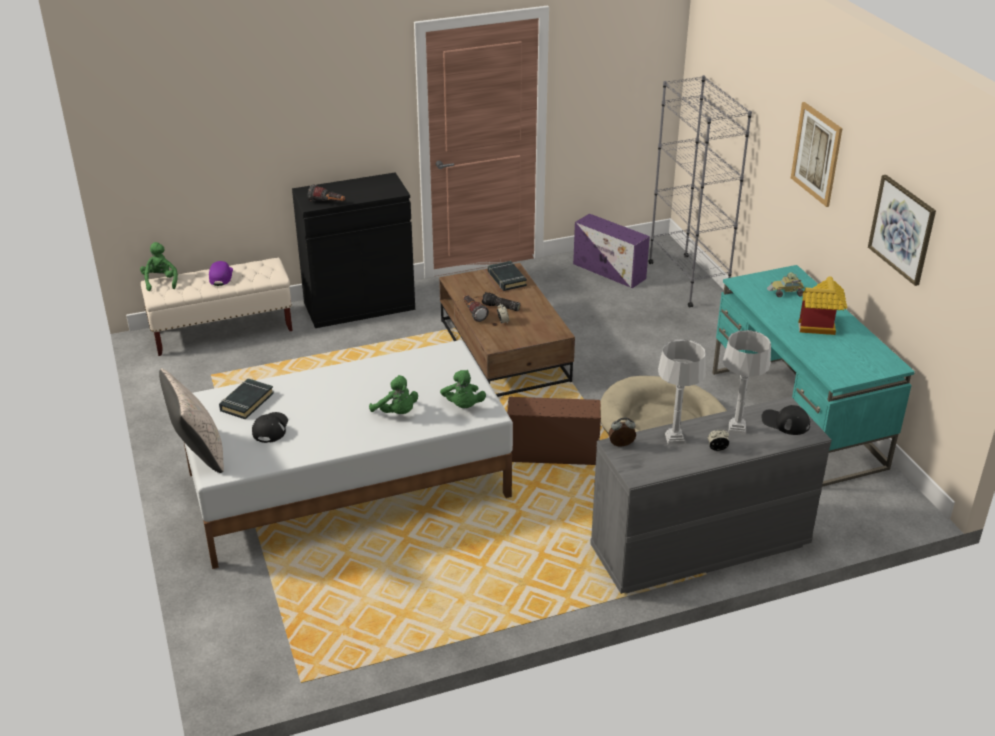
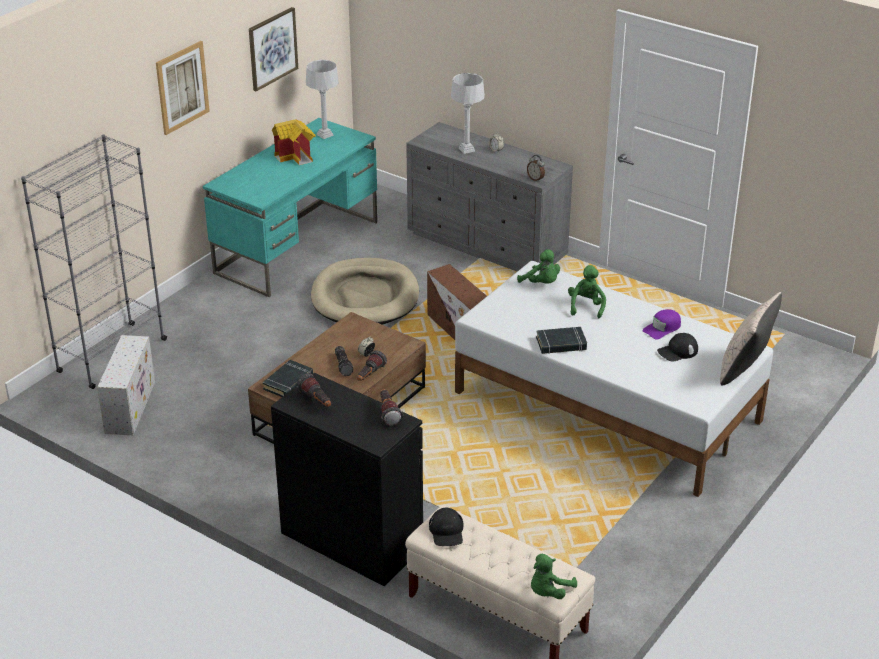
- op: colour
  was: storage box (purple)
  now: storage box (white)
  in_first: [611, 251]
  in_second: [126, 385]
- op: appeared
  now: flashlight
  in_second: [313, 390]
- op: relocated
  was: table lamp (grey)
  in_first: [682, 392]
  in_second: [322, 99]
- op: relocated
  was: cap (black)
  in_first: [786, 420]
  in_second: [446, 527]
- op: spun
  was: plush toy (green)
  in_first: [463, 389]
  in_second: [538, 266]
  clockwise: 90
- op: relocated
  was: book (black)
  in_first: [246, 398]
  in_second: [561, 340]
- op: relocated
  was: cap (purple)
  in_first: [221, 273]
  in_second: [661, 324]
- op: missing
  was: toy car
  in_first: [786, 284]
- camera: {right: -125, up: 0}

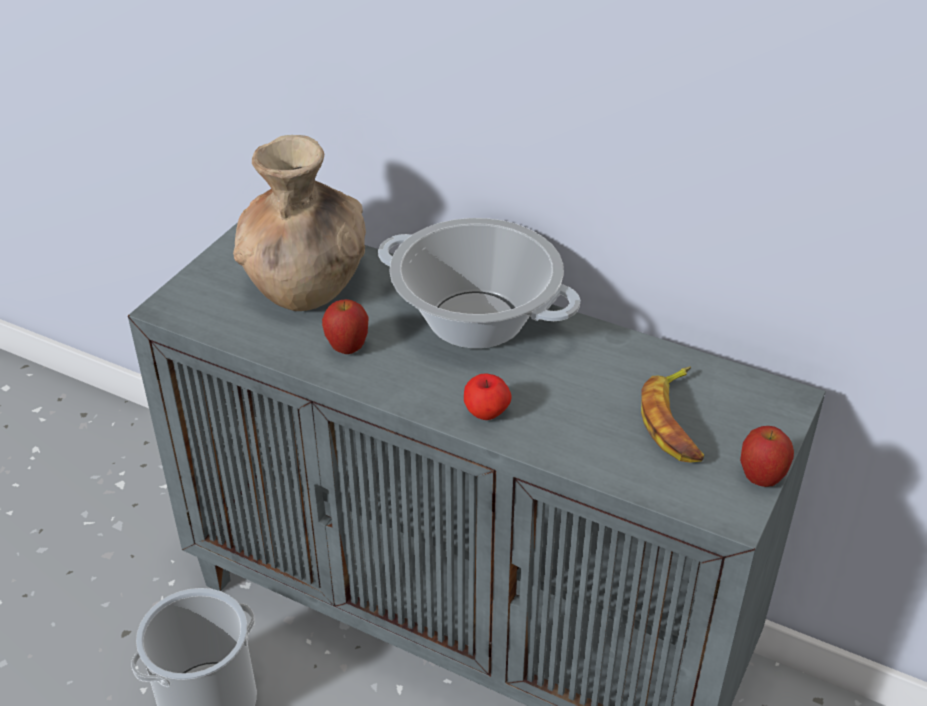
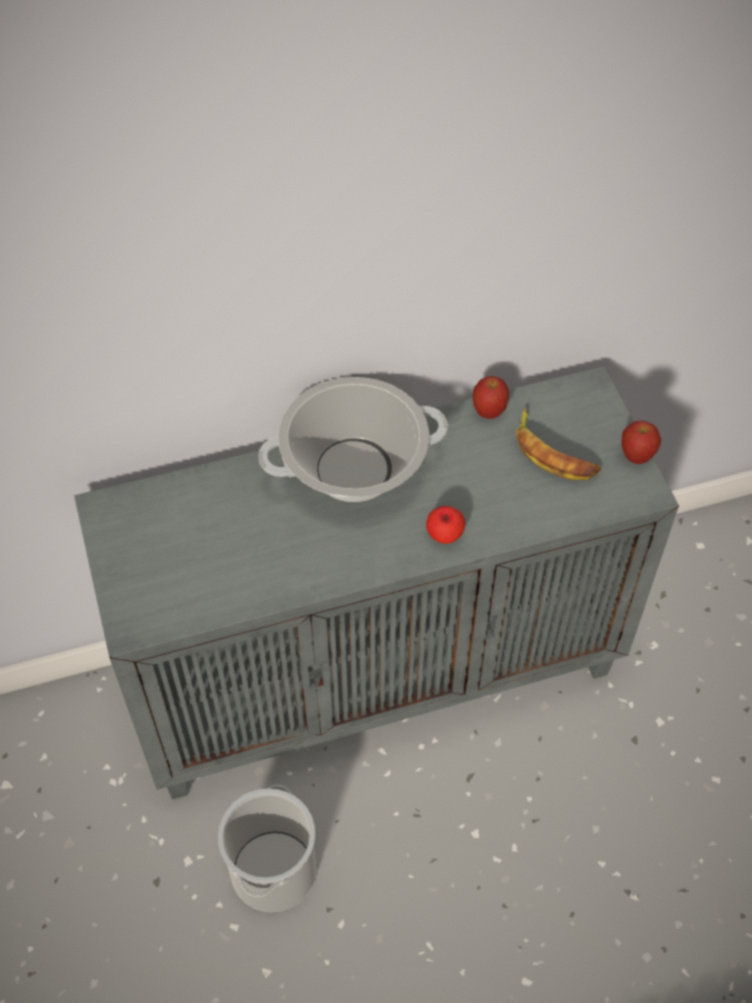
- op: relocated
  was: apple
  in_first: [345, 326]
  in_second: [491, 397]
- op: missing
  was: vase (brown)
  in_first: [299, 223]
- camera: {right: -45, up: 15}

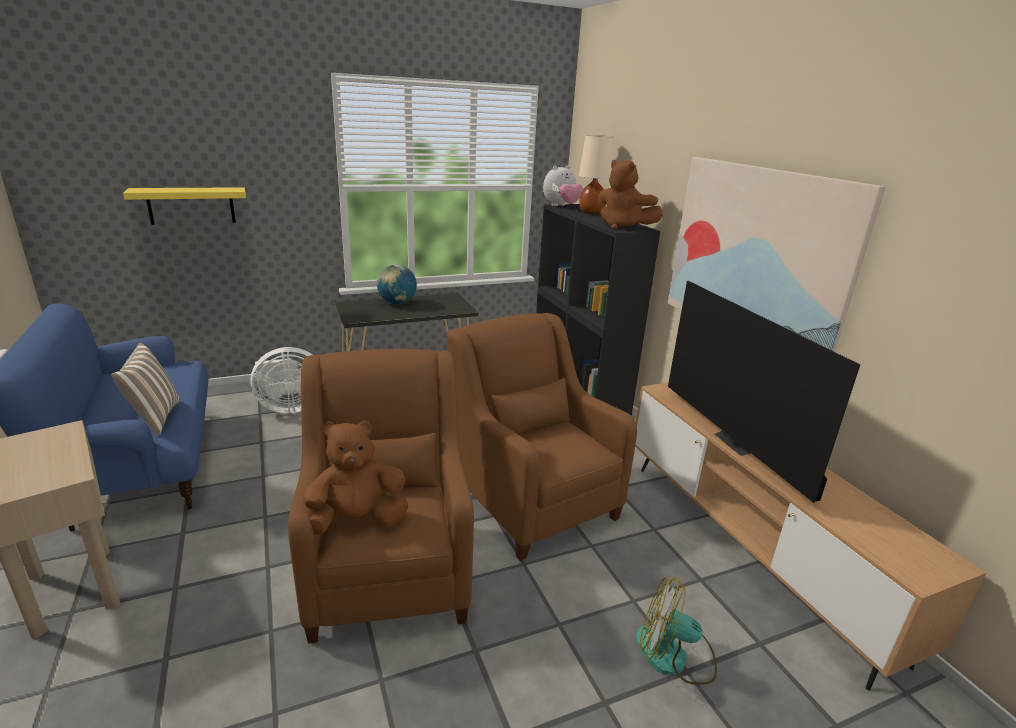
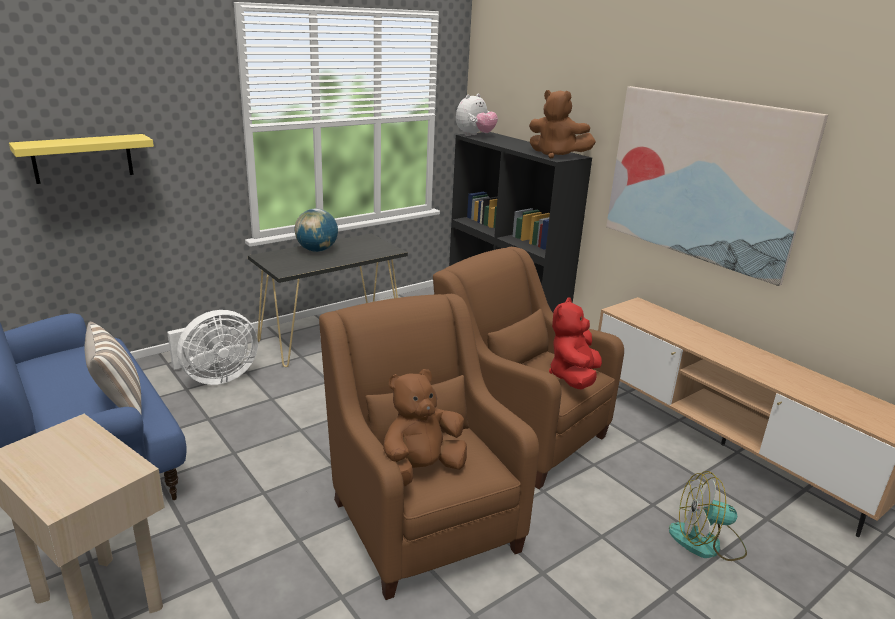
- op: appeared
  now: plush toy (red)
  in_second: [575, 343]
- op: missing
  was: table lamp (beige)
  in_first: [596, 174]
- op: missing
  was: television
  in_first: [764, 392]
- camera: {right: -15, up: 0}

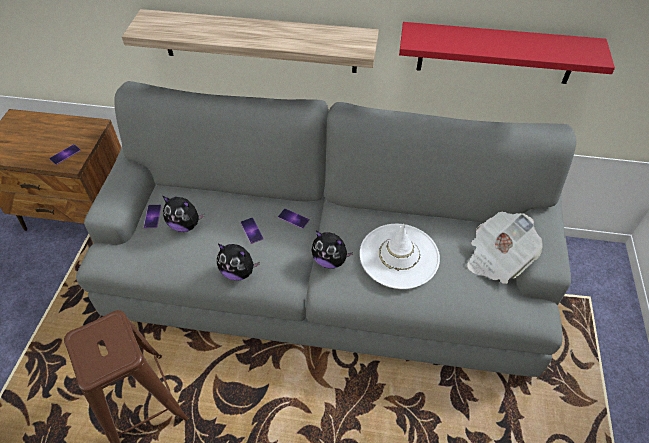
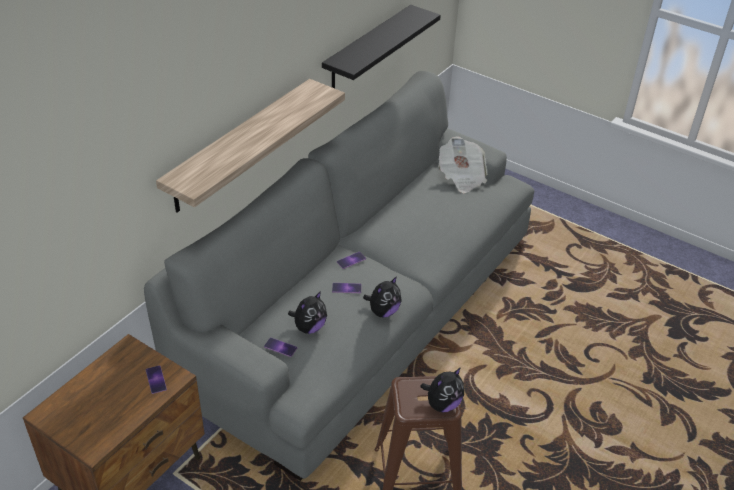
- op: colour
  was: shelf (red)
  now: shelf (black)
  in_first: [507, 53]
  in_second: [381, 46]
- op: relocated
  was: plush toy
  in_first: [332, 250]
  in_second: [442, 389]
- op: missing
  was: hat (white)
  in_first: [400, 256]
- camera: {right: -65, up: -10}

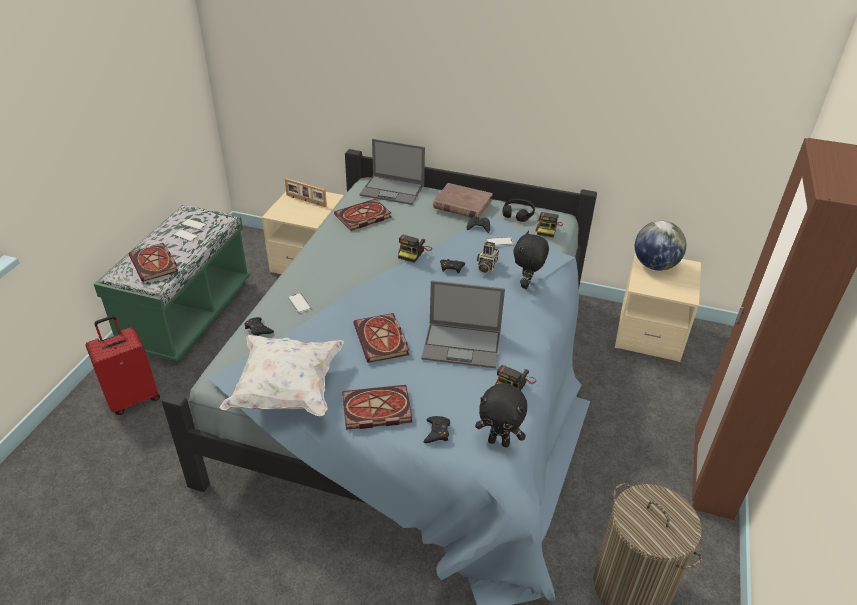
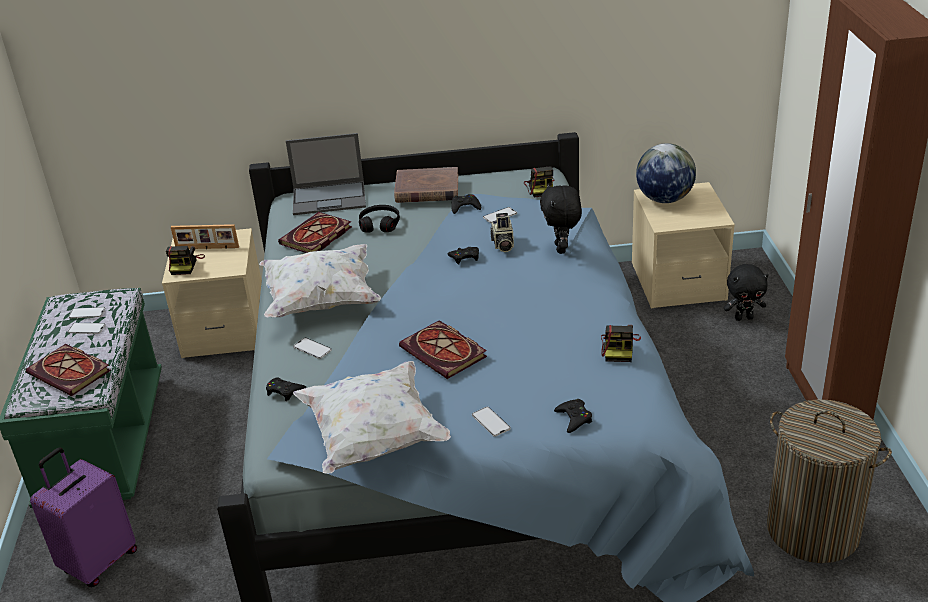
- op: colour
  was: suitcase (red)
  now: suitcase (purple)
  in_first: [123, 365]
  in_second: [83, 517]
- op: relocated
  was: photo camera
  in_first: [415, 249]
  in_second: [185, 260]
- op: appeared
  now: pillow (white)
  in_second: [320, 280]
- op: relocated
  was: headphones (black)
  in_first: [519, 210]
  in_second: [379, 219]
- op: exchanged
  was: book
  now: phone
  in_first: [377, 407]
  in_second: [491, 422]
- op: relocated
  was: plush toy (black)
  in_first: [501, 415]
  in_second: [746, 292]
- op: missing
  was: laptop
  in_first: [463, 324]
- camera: {right: -20, up: -5}

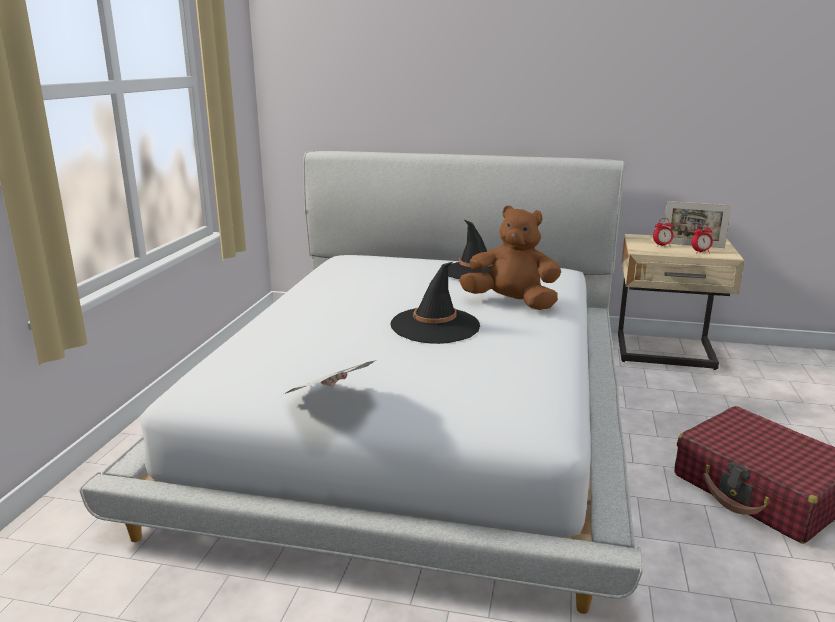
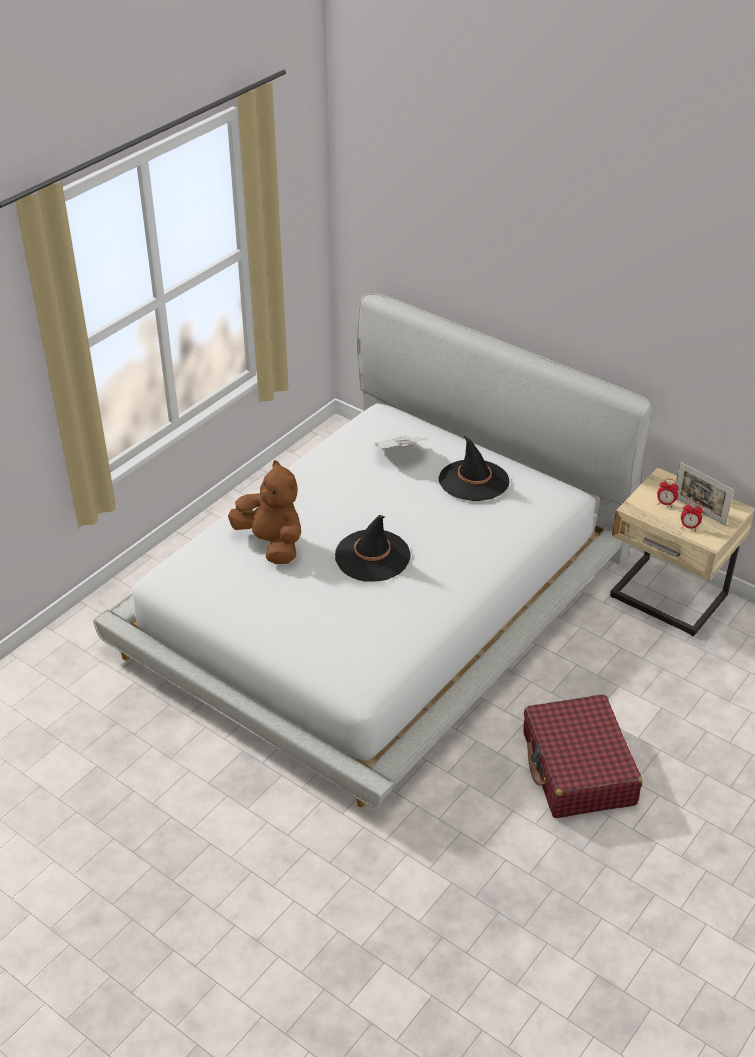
- op: relocated
  was: plush toy (brown)
  in_first: [510, 257]
  in_second: [264, 512]
- op: relocated
  was: newspaper
  in_first: [330, 377]
  in_second: [400, 441]
- camera: {right: 25, up: 20}

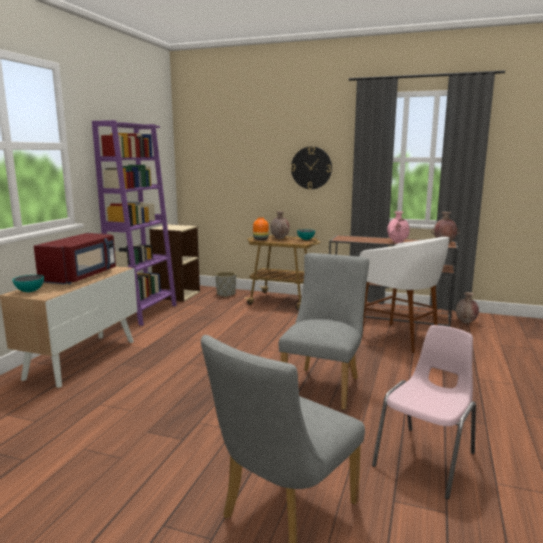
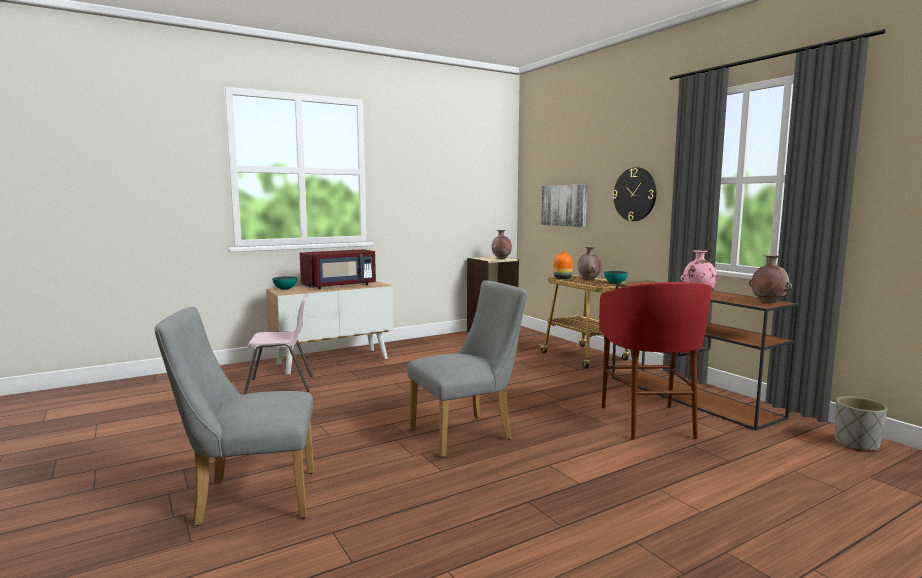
- op: relocated
  was: chair (pink)
  in_first: [424, 412]
  in_second: [278, 344]
- op: relocated
  was: vase (brown)
  in_first: [467, 308]
  in_second: [502, 244]
- op: appeared
  now: picture
  in_second: [564, 205]
- op: colour
  was: stool (white)
  now: stool (red)
  in_first: [404, 295]
  in_second: [655, 361]
- op: relocated
  was: planter (grey)
  in_first: [225, 284]
  in_second: [861, 423]
- op: missing
  was: bookcase (purple)
  in_first: [134, 223]
- camera: {right: 40, up: -5}

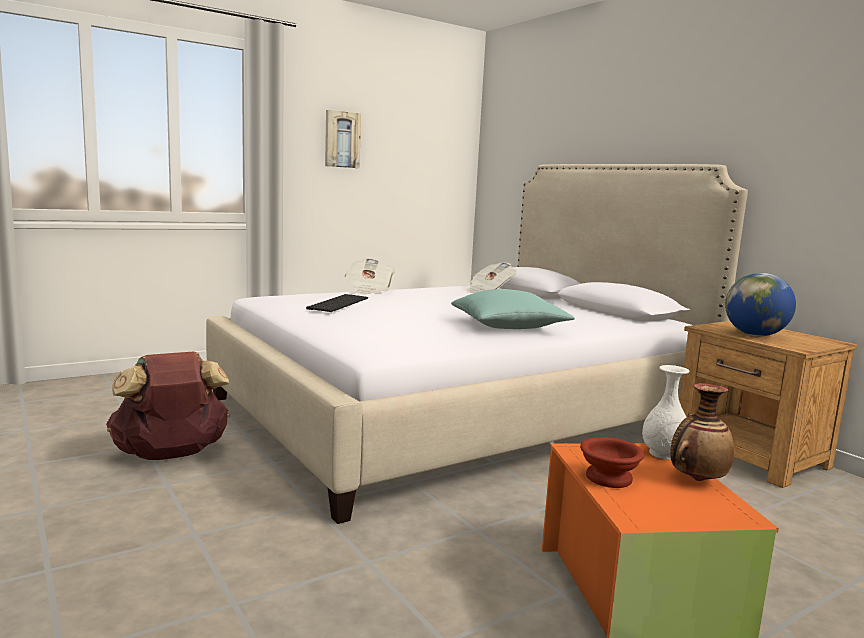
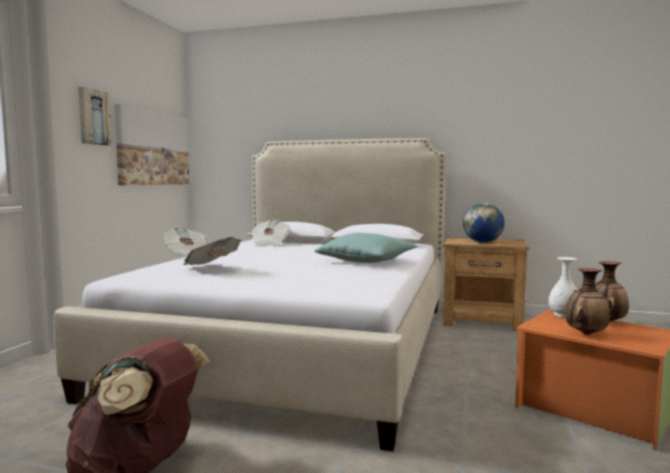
- op: appeared
  now: picture
  in_second: [151, 144]
- op: exchanged
  was: keyboard
  now: newspaper
  in_first: [337, 303]
  in_second: [212, 251]
- op: exchanged
  was: bowl (brown)
  now: vase
  in_first: [612, 462]
  in_second: [588, 301]
- camera: {right: -40, up: -5}

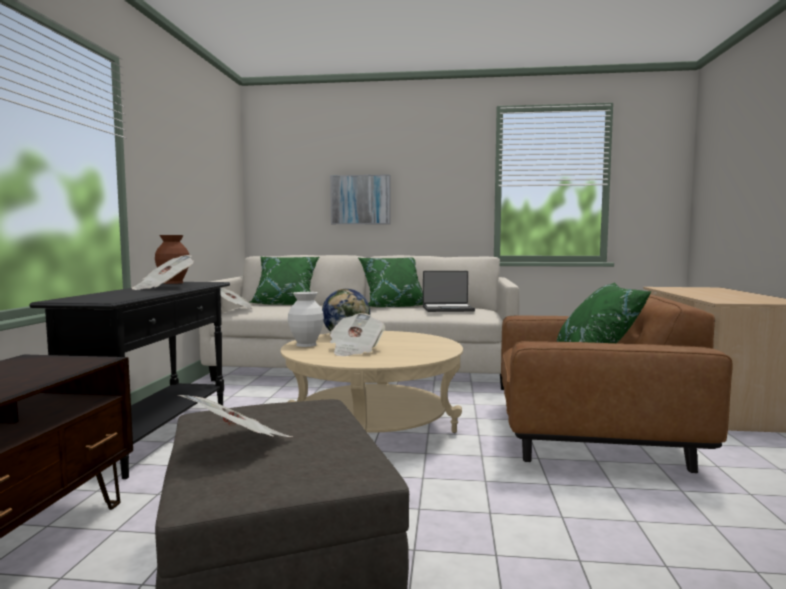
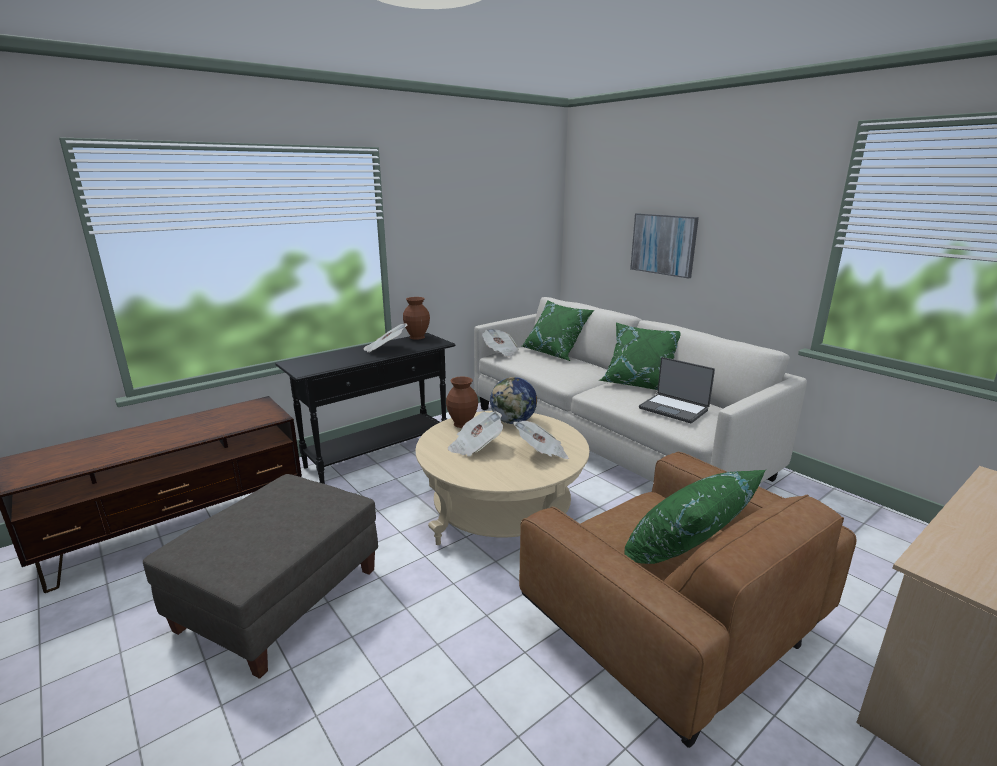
- op: colour
  was: vase (white)
  now: vase (brown)
  in_first: [306, 319]
  in_second: [462, 402]
- op: relocated
  was: newspaper
  in_first: [235, 416]
  in_second: [541, 440]
- camera: {right: 45, up: 15}

